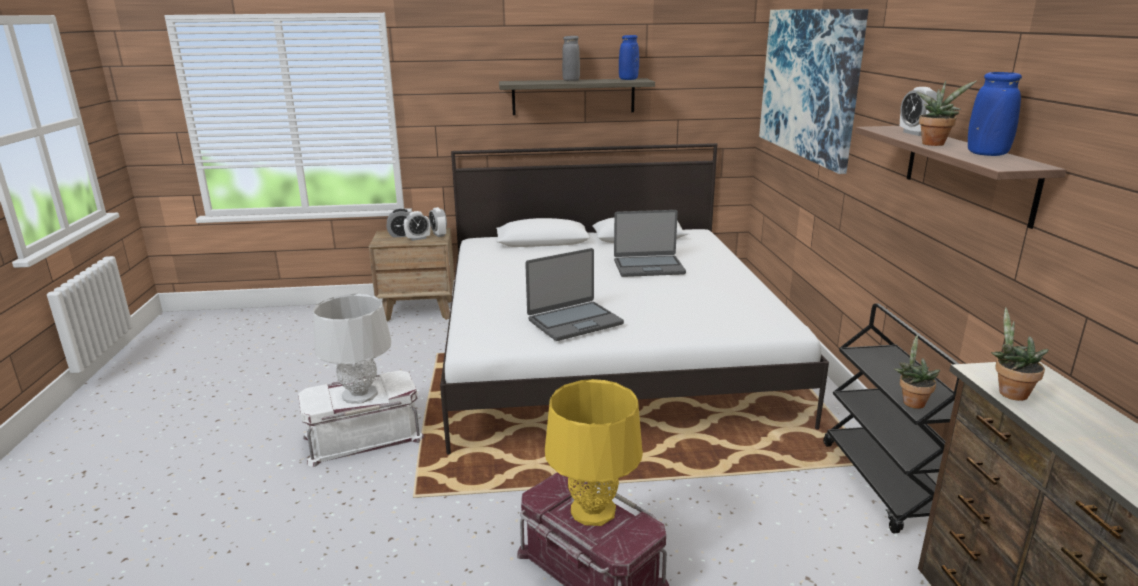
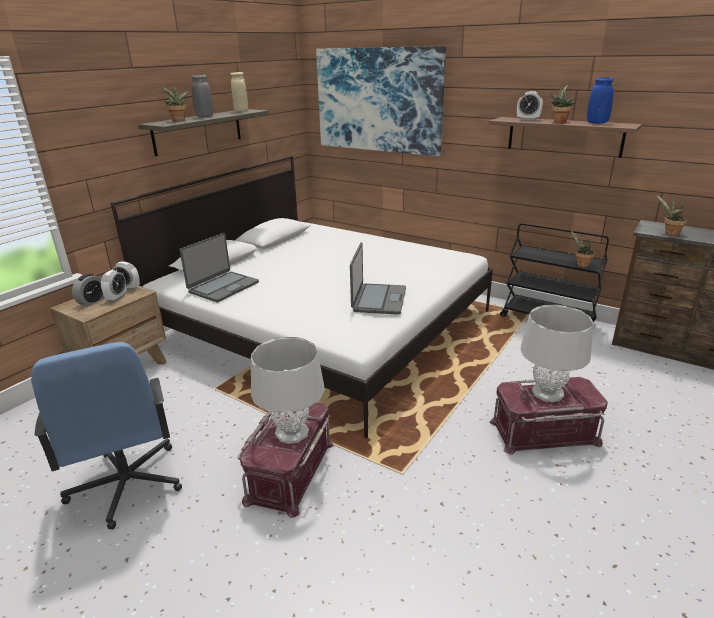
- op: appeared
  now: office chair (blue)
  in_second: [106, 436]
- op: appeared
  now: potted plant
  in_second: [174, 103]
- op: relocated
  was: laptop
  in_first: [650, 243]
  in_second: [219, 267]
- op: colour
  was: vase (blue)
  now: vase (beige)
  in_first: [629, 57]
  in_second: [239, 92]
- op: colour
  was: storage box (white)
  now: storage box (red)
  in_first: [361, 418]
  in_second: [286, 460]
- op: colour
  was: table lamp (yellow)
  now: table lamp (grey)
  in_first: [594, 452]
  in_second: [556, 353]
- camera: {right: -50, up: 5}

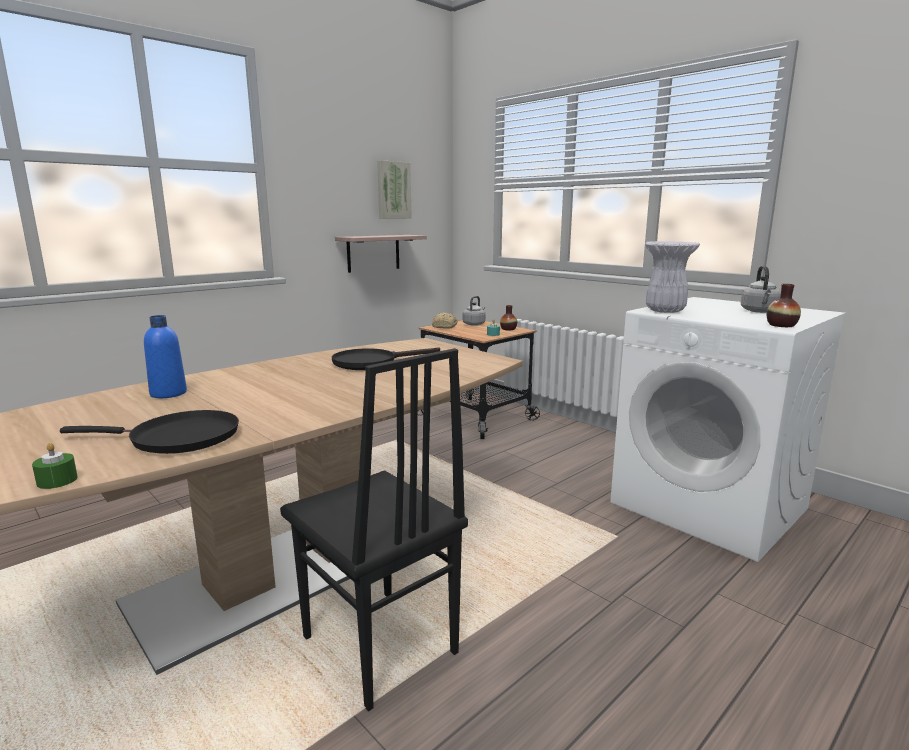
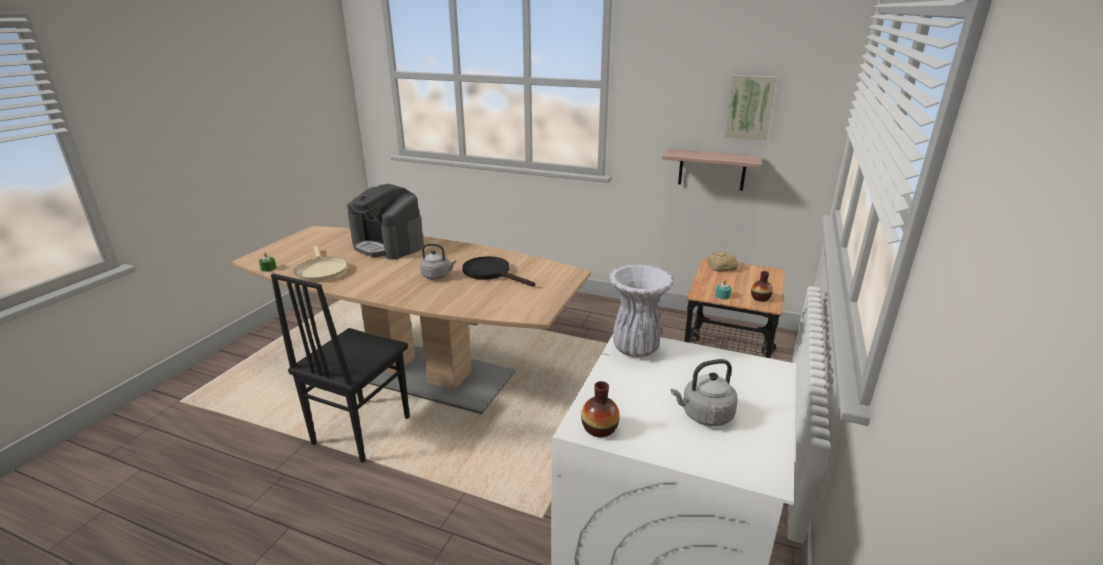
- op: colour
  was: frying pan (black)
  now: frying pan (beige)
  in_first: [149, 432]
  in_second: [321, 263]
- op: exchanged
  was: bottle (blue)
  now: coffee machine
  in_first: [165, 356]
  in_second: [385, 222]
- op: relocated
  was: kettle (grey)
  in_first: [474, 311]
  in_second: [438, 261]
- camera: {right: 65, up: 10}

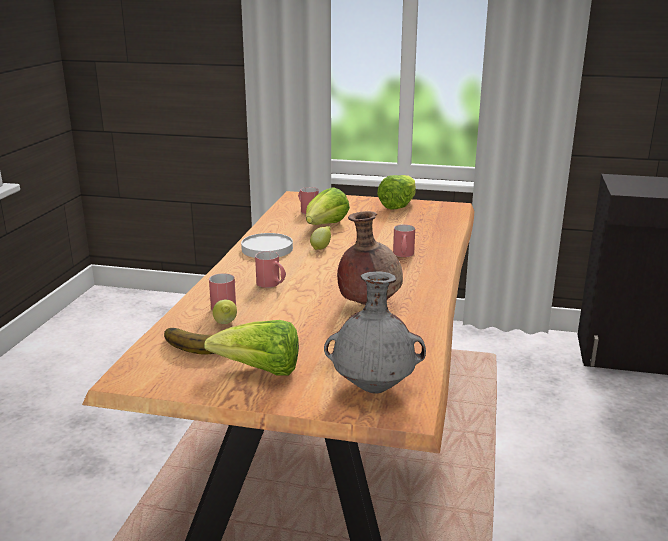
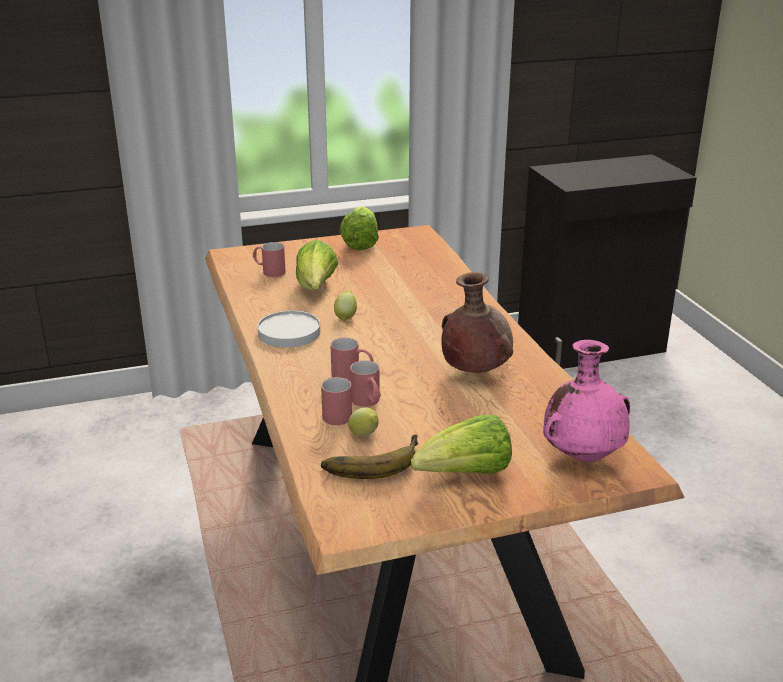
- op: relocated
  was: mug (red)
  in_first: [404, 241]
  in_second: [365, 383]
- op: colour
  was: vase (grey)
  now: vase (pink)
  in_first: [375, 332]
  in_second: [586, 401]
- camera: {right: -30, up: 5}

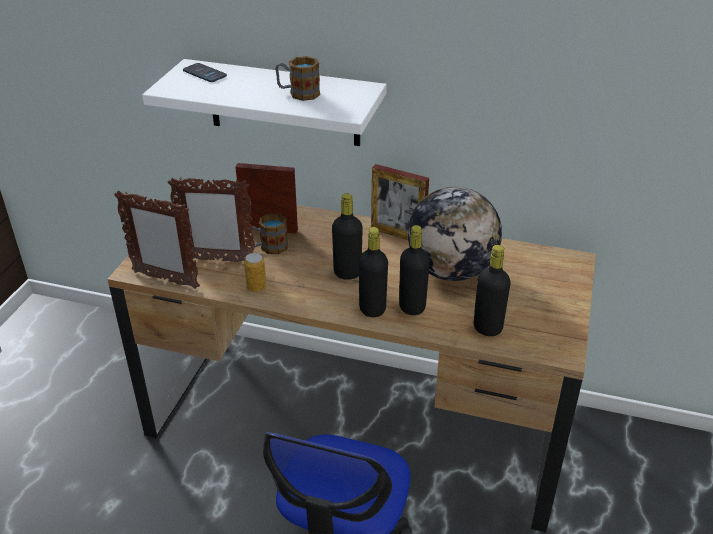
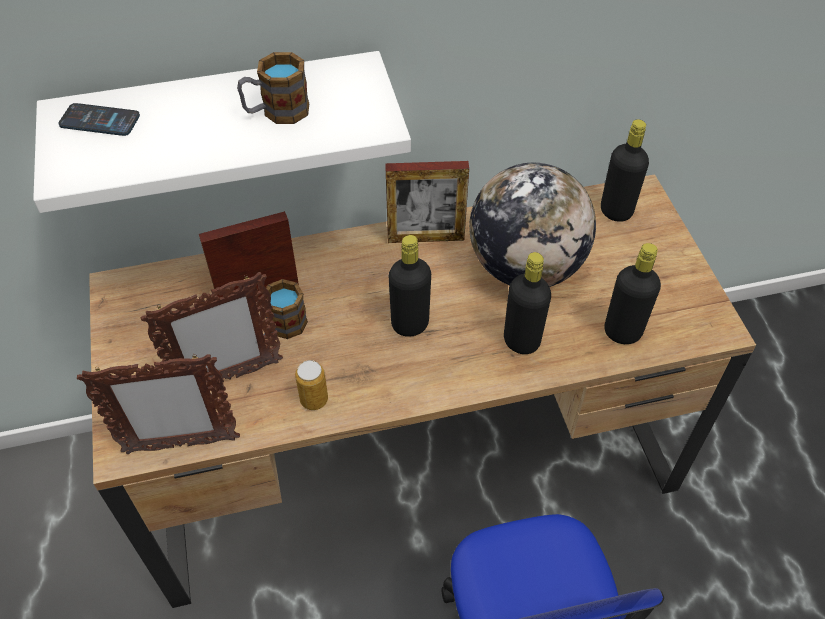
- op: relocated
  was: bottle (black)
  in_first: [373, 272]
  in_second: [625, 170]
- camera: {right: -30, up: 15}

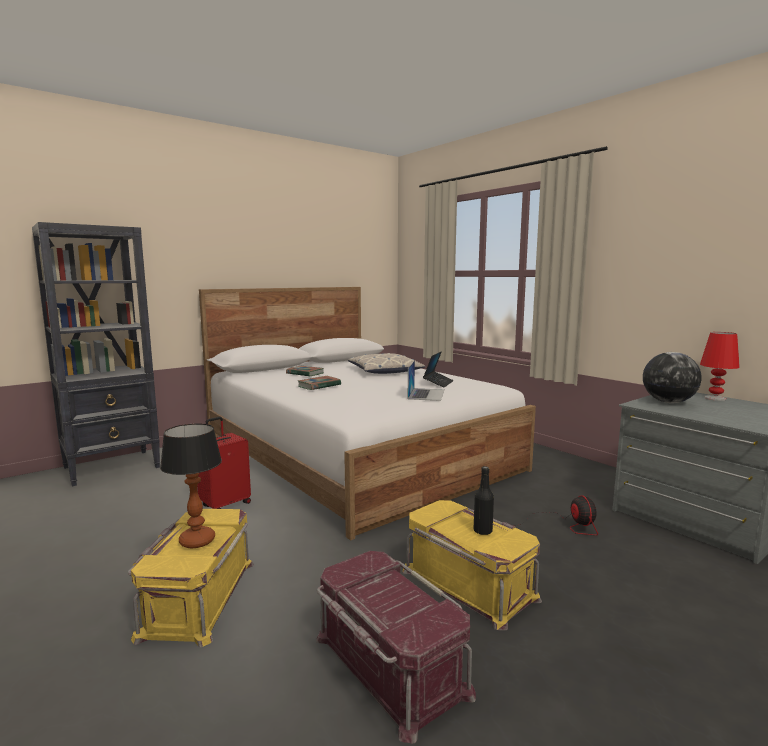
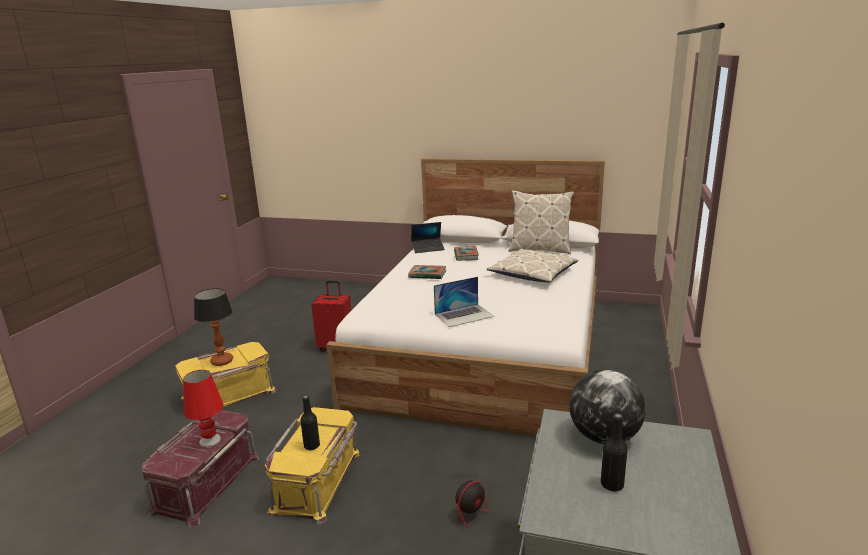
- op: relocated
  was: table lamp (red)
  in_first: [720, 366]
  in_second: [203, 408]
- op: relocated
  was: laptop
  in_first: [438, 369]
  in_second: [428, 237]
- op: appeared
  now: pillow
  in_second: [541, 222]
- op: appeared
  now: bottle (black)
  in_second: [614, 452]
- op: missing
  was: bookcase (black)
  in_first: [96, 354]
- camera: {right: 55, up: 10}

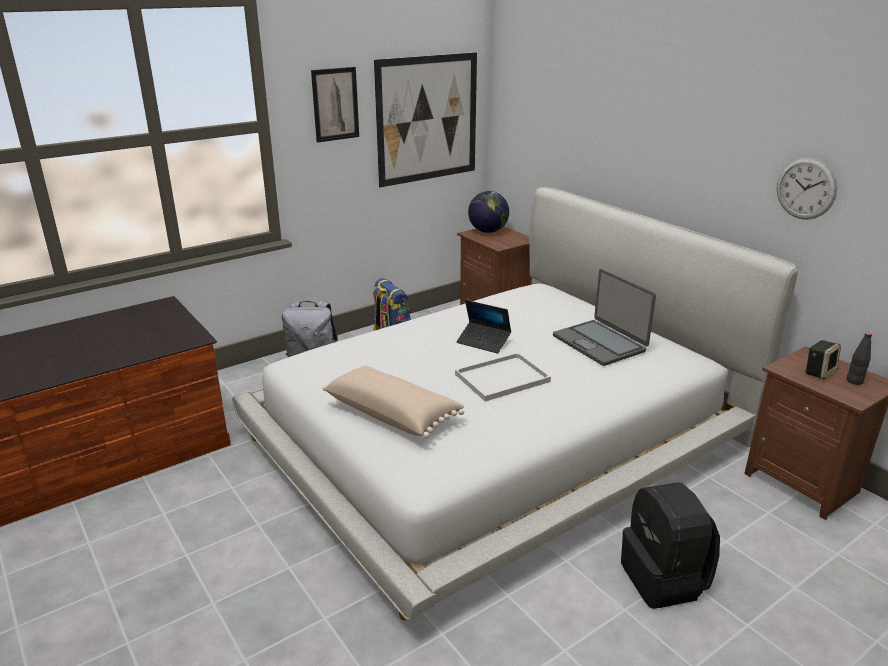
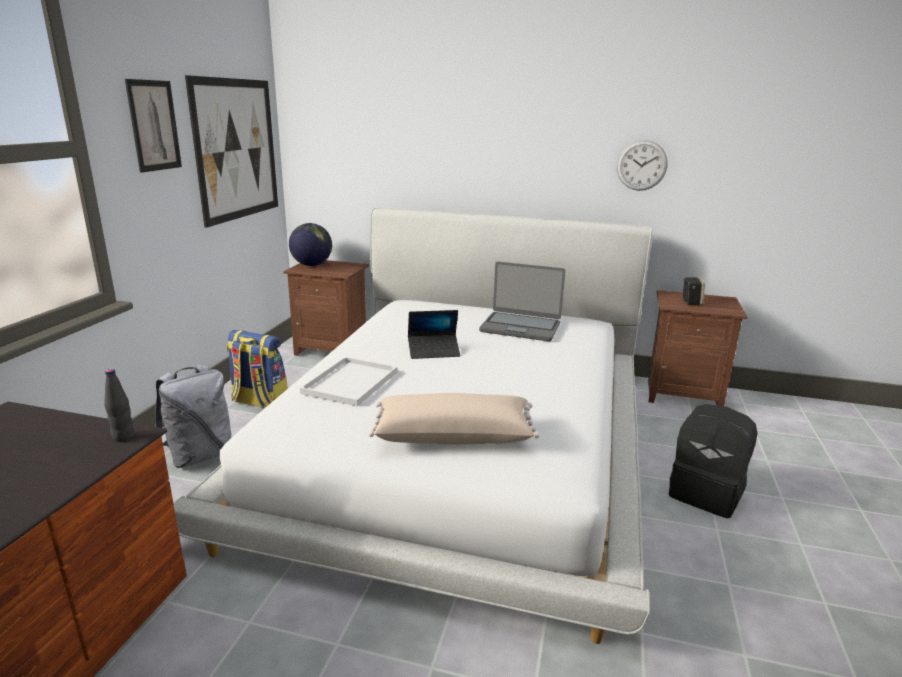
- op: relocated
  was: bottle (black)
  in_first: [859, 359]
  in_second: [119, 405]
- op: relocated
  was: tray (white)
  in_first: [503, 377]
  in_second: [348, 381]
- camera: {right: -40, up: -5}

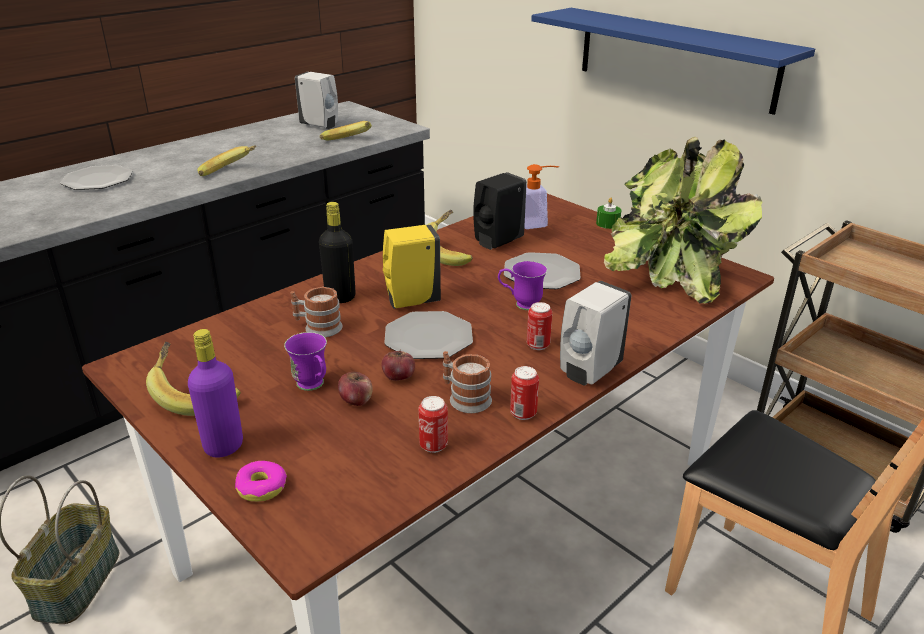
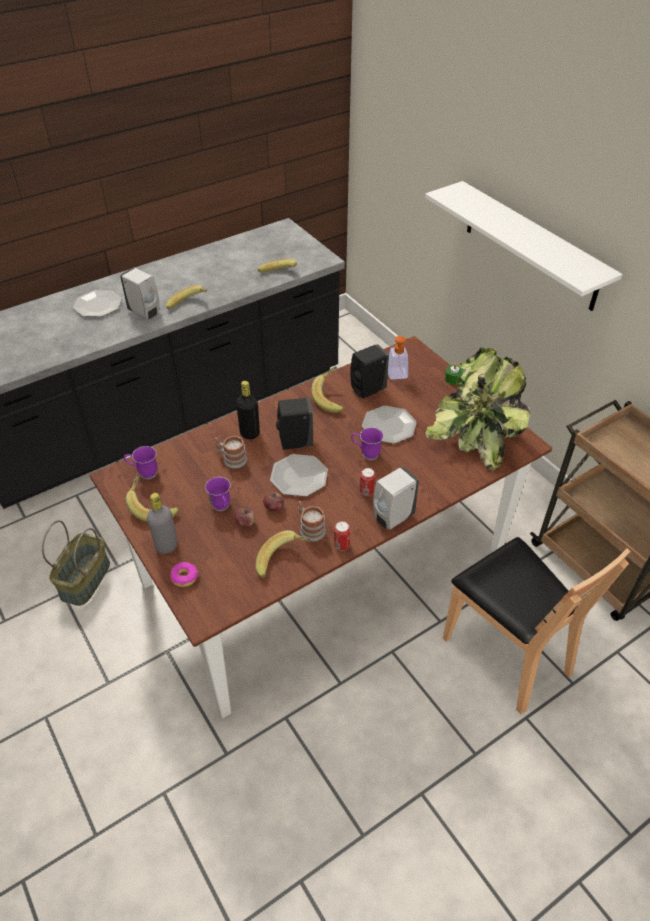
- op: relocated
  was: soap dispenser (white)
  in_first: [316, 100]
  in_second: [140, 293]
- op: appeared
  now: mug (purple)
  in_second: [141, 462]
- op: colour
  was: bottle (purple)
  now: bottle (grey)
  in_first: [215, 393]
  in_second: [162, 523]
- op: exchanged
  was: can
  now: banana
  in_first: [433, 424]
  in_second: [283, 554]
- op: colour
  was: soap dispenser (yellow)
  now: soap dispenser (black)
  in_first: [412, 267]
  in_second: [294, 424]
- op: colour
  was: shelf (blue)
  now: shelf (white)
  in_first: [673, 61]
  in_second: [524, 246]
- camera: {right: 10, up: 15}

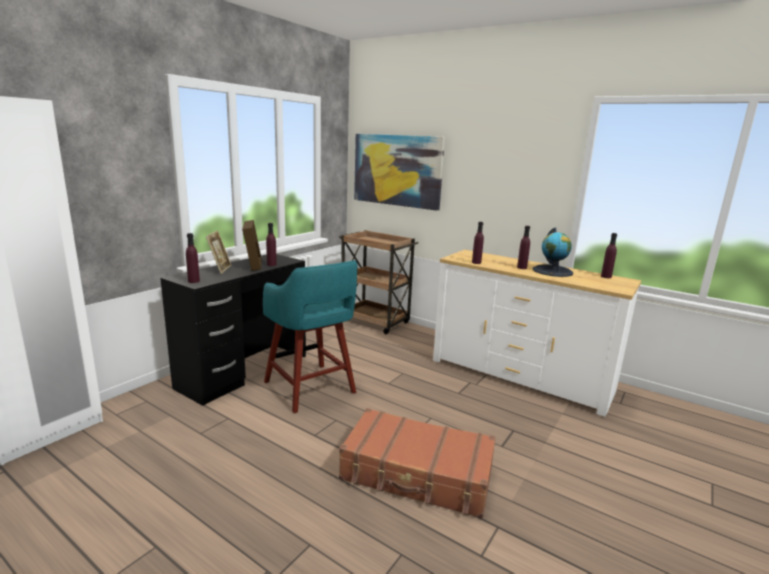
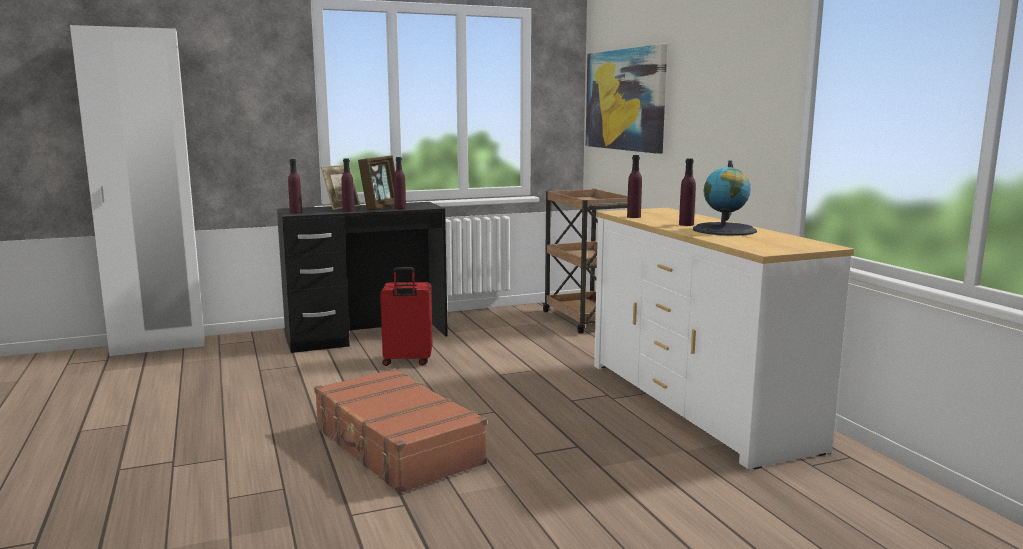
- op: relocated
  was: bottle (purple)
  in_first: [609, 255]
  in_second: [348, 185]
- op: exchanged
  was: stool (turquoise)
  now: suitcase (red)
  in_first: [310, 337]
  in_second: [406, 316]
- camera: {right: 35, up: -5}

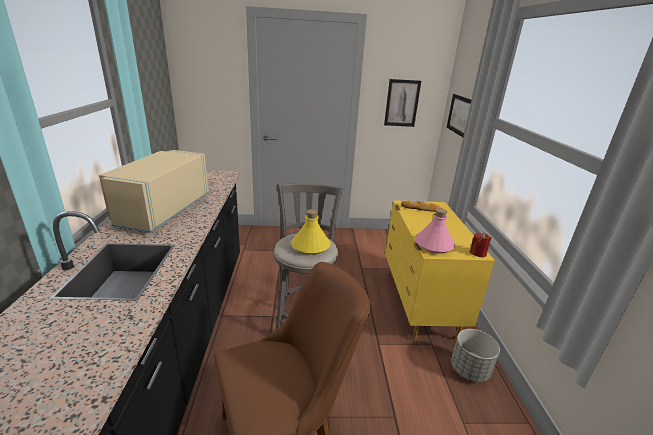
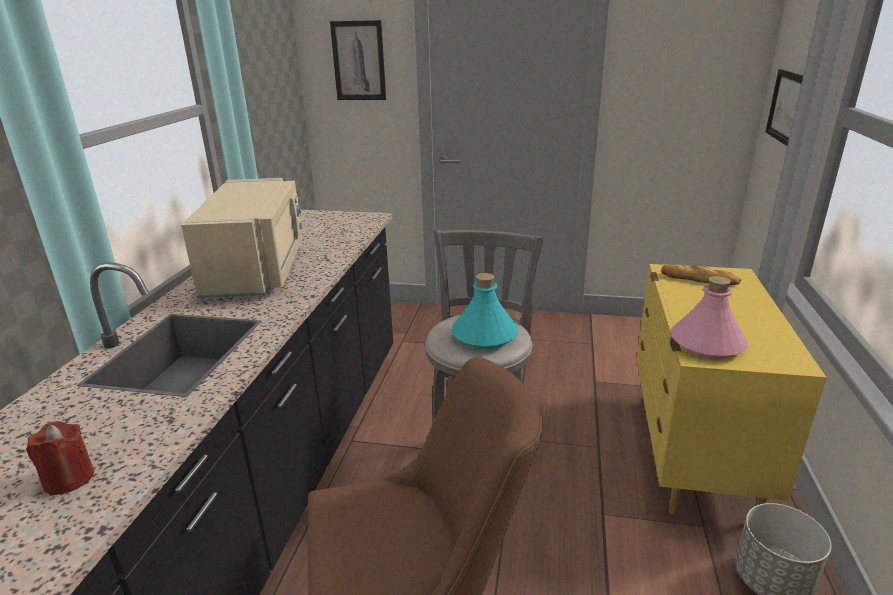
- op: relocated
  was: candle (red)
  in_first: [481, 245]
  in_second: [60, 458]
- op: spun
  was: microwave (beige)
  in_first: [153, 191]
  in_second: [242, 238]
  clockwise: 150
- op: relocated
  was: picture
  in_first: [402, 103]
  in_second: [358, 60]
- op: colour
  was: bottle (yellow)
  now: bottle (turquoise)
  in_first: [311, 232]
  in_second: [485, 311]
- camera: {right: 15, up: 0}

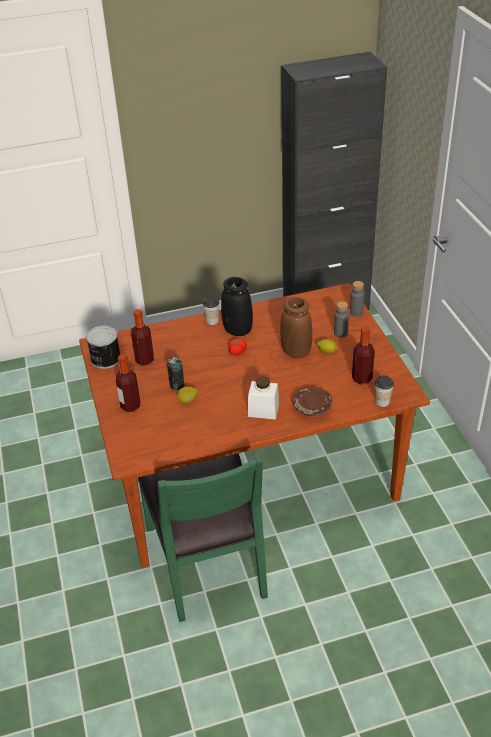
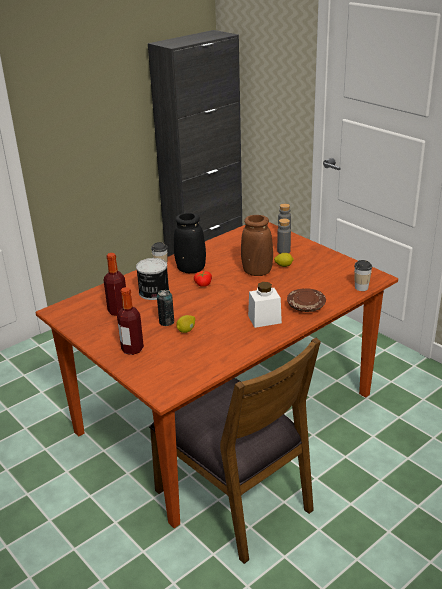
- op: relocated
  was: can
  in_first: [103, 347]
  in_second: [152, 279]
- op: colour
  was: chair (green)
  now: chair (brown)
  in_first: [203, 537]
  in_second: [235, 450]
- op: missing
  was: bottle
  in_first: [363, 355]
- camera: {right: -25, up: -10}

